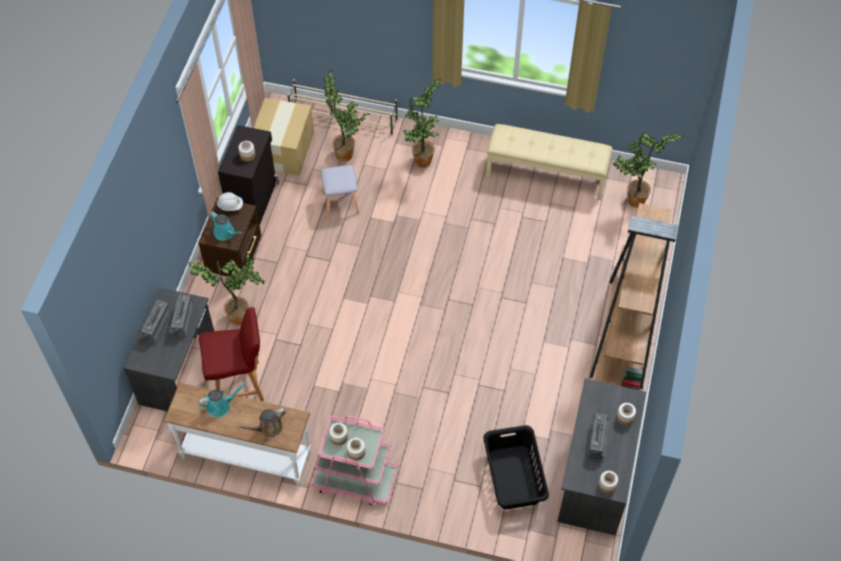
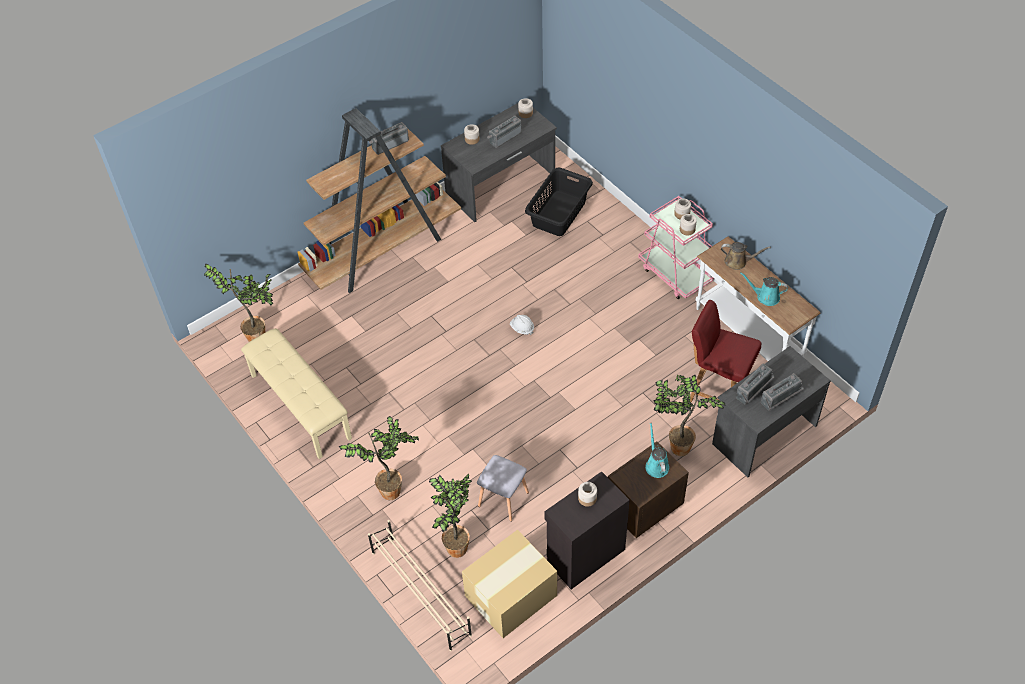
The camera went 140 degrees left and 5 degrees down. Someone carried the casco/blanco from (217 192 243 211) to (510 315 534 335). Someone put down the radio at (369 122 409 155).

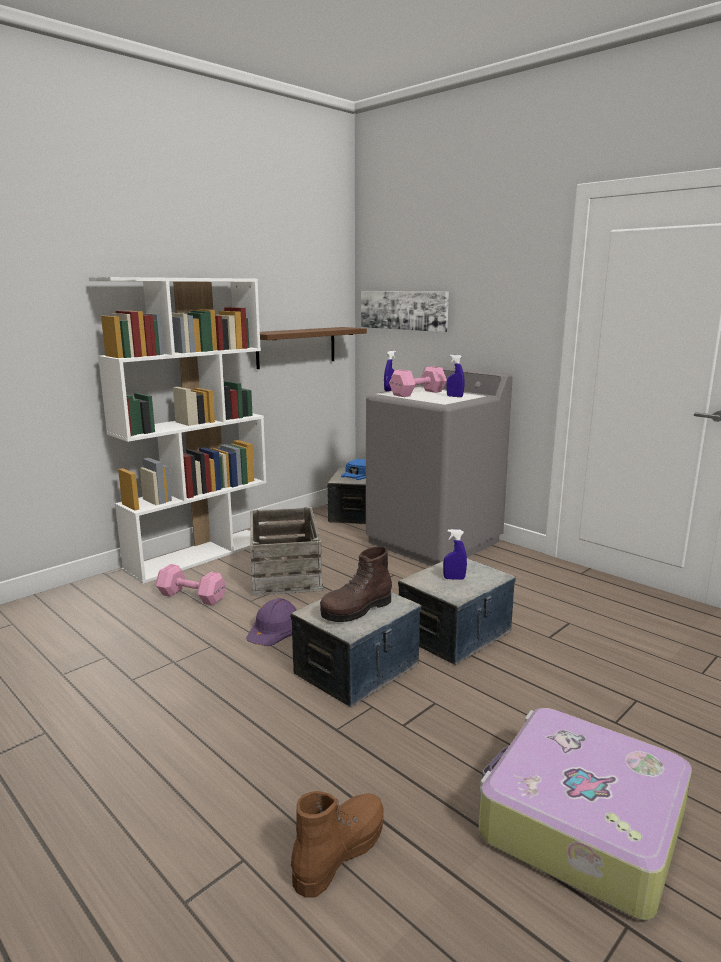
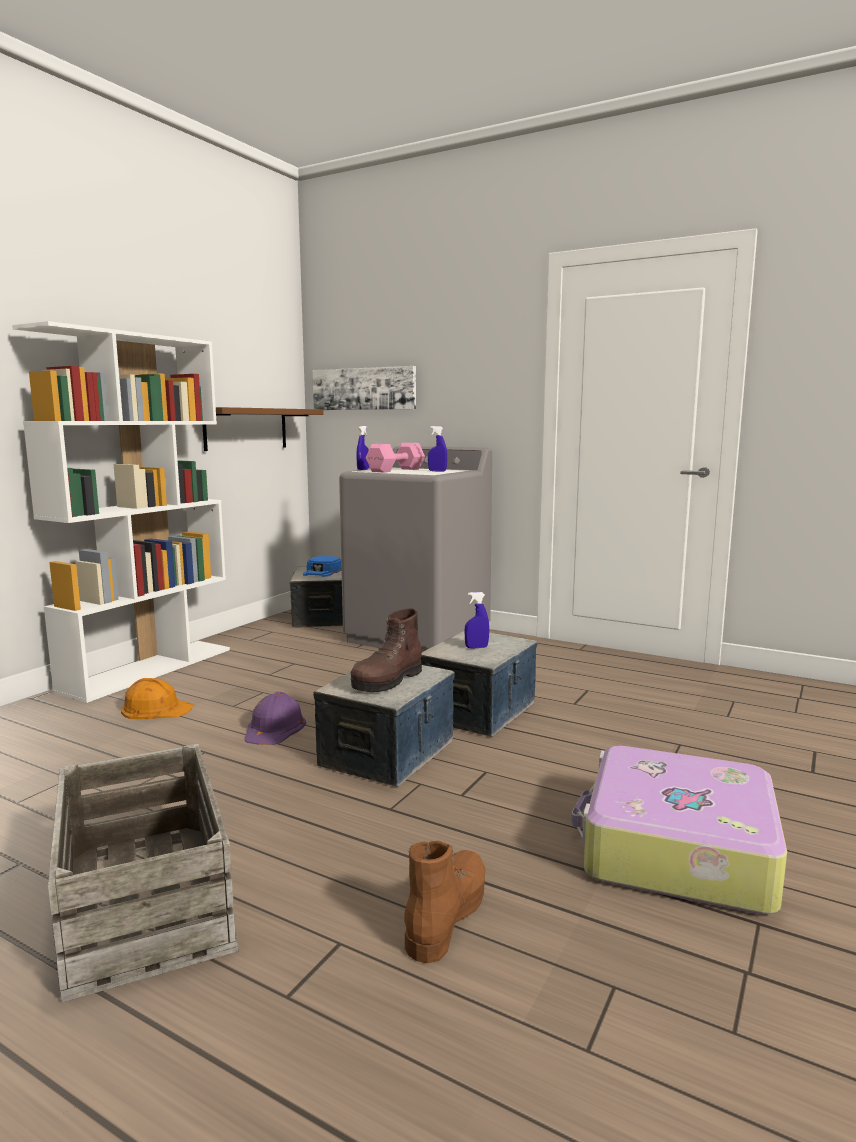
The camera went 15 degrees left and 5 degrees down. Someone carried the caja de embalaje from (250 507 323 596) to (48 744 239 1003). Someone swapped the mancuerna/rosa at (156 564 226 605) for the casco/naranja at (121 678 194 719).

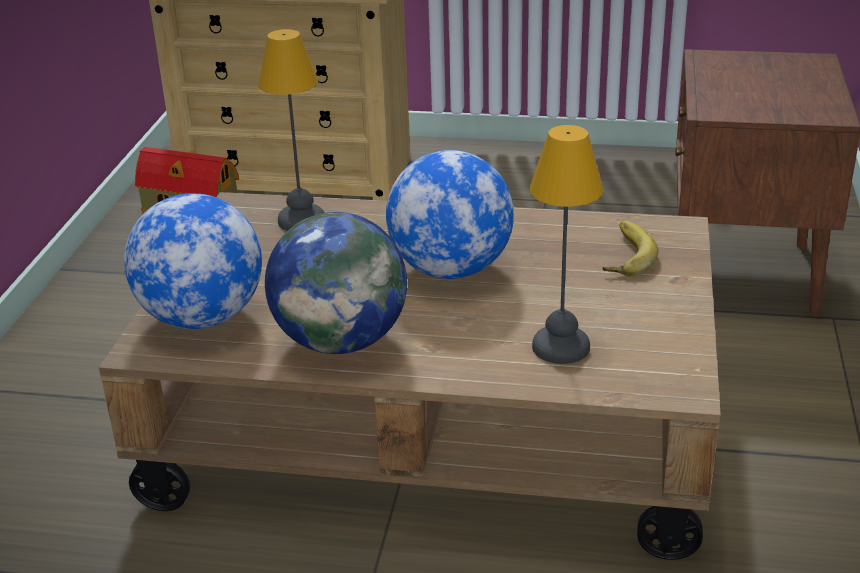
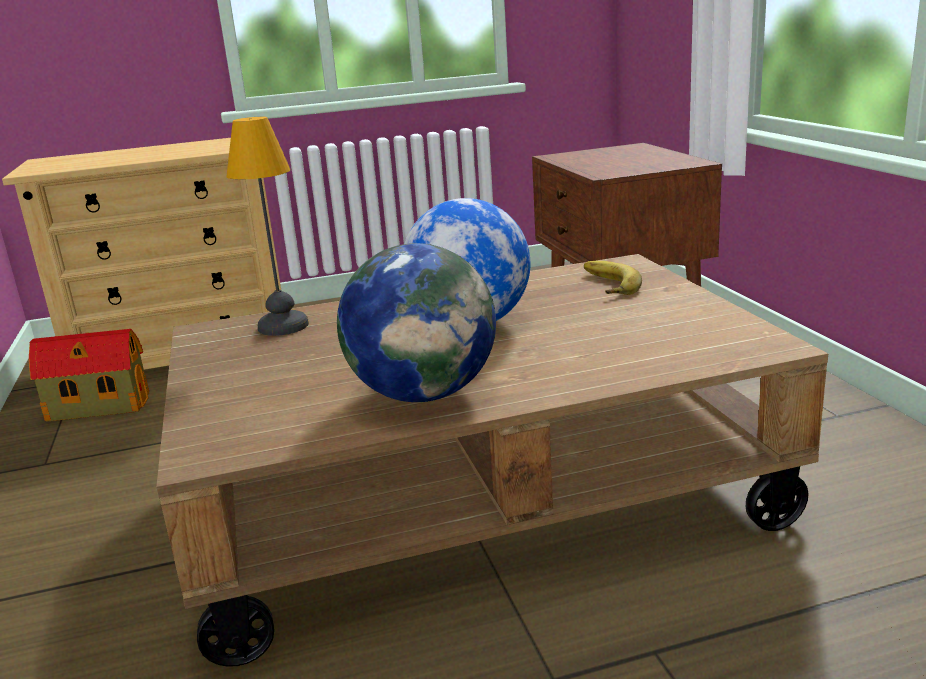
The camera went 25 degrees left and 10 degrees down. Someone took away the lámpara de mesa at (530 125 603 364). Someone took away the globo terráqueo at (124 193 262 329).

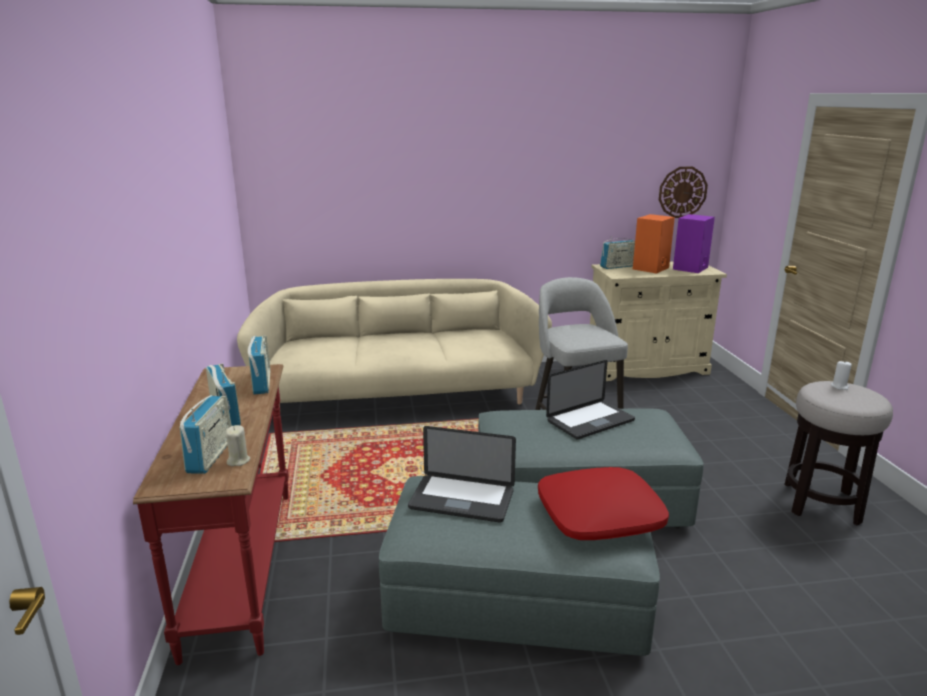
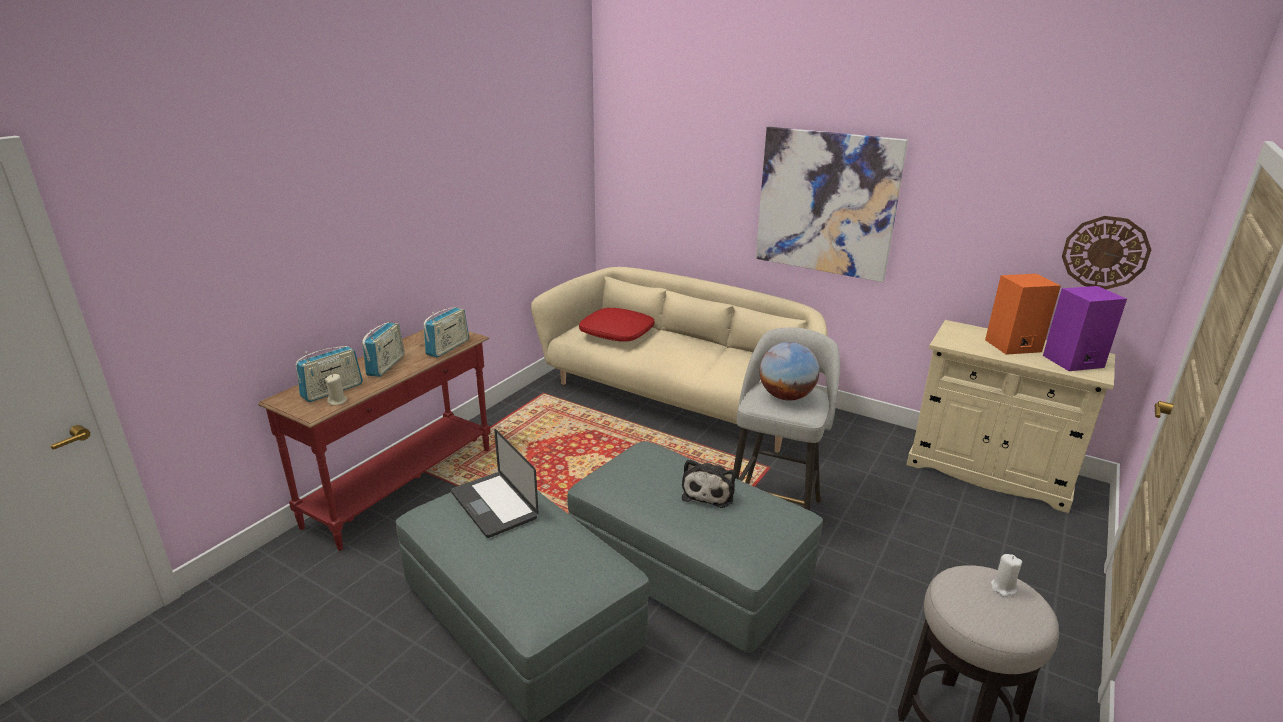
The camera went 40 degrees right and 5 degrees up. Someone took away the radio at (600 236 635 269). Someone swapped the portátil at (546 360 635 440) for the peluche at (682 459 736 508). Someone carried the cojín/rojo from (538 467 669 540) to (579 308 655 341). Someone put up the cuadro at (756 127 908 282). Someone put down the globo terráqueo at (759 342 820 401).

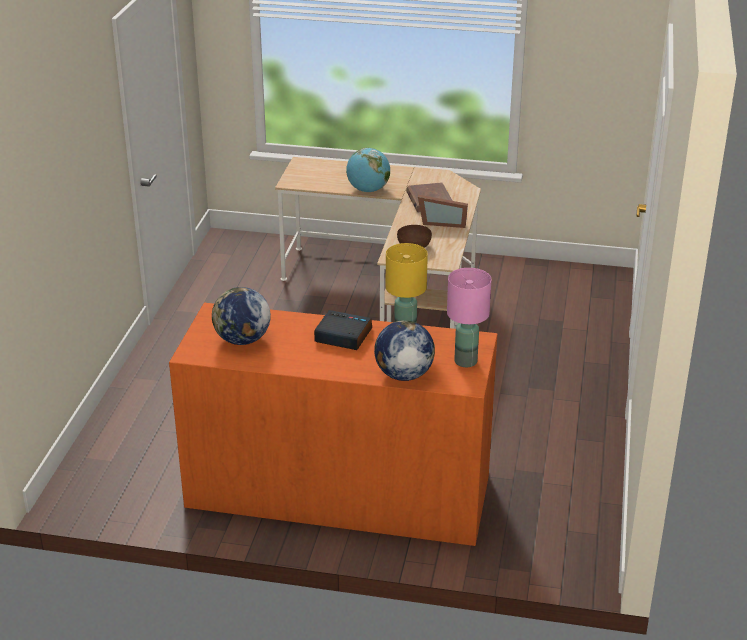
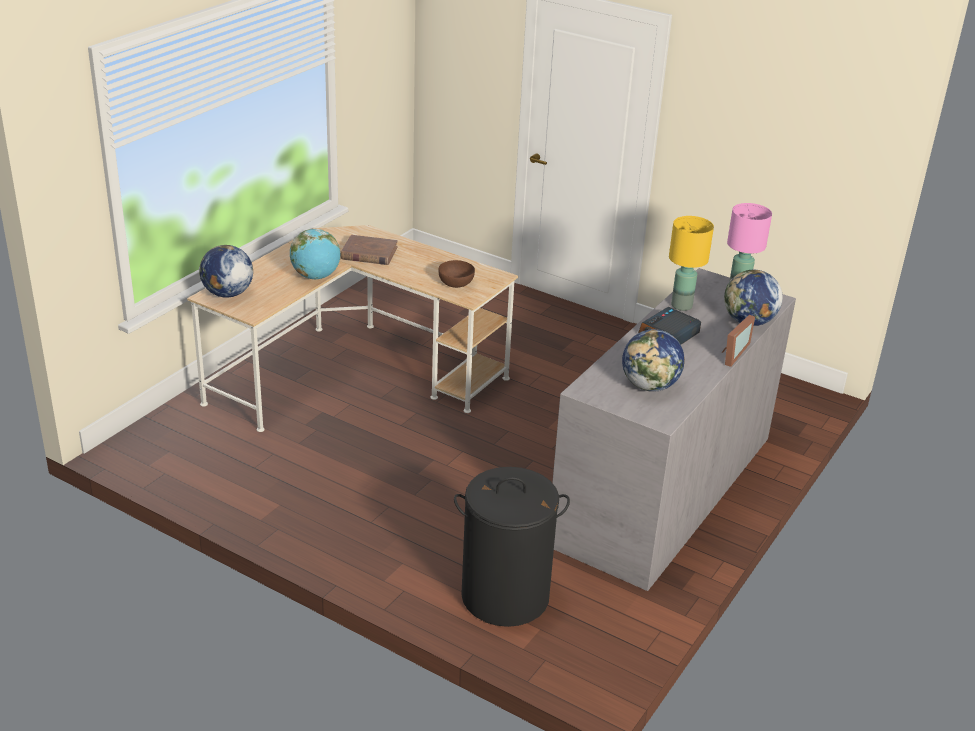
The camera went 70 degrees left and 0 degrees up. Someone carried the portarretratos from (418 195 468 228) to (722 315 755 367). Someone repainted the cómoda/naranja at (169 303 497 546), which became the cómoda/gris at (552 268 796 591). Someone put down the globo terráqueo at (199 245 253 298). Someone put down the cesto de la ropa/negro at (454 467 570 627).

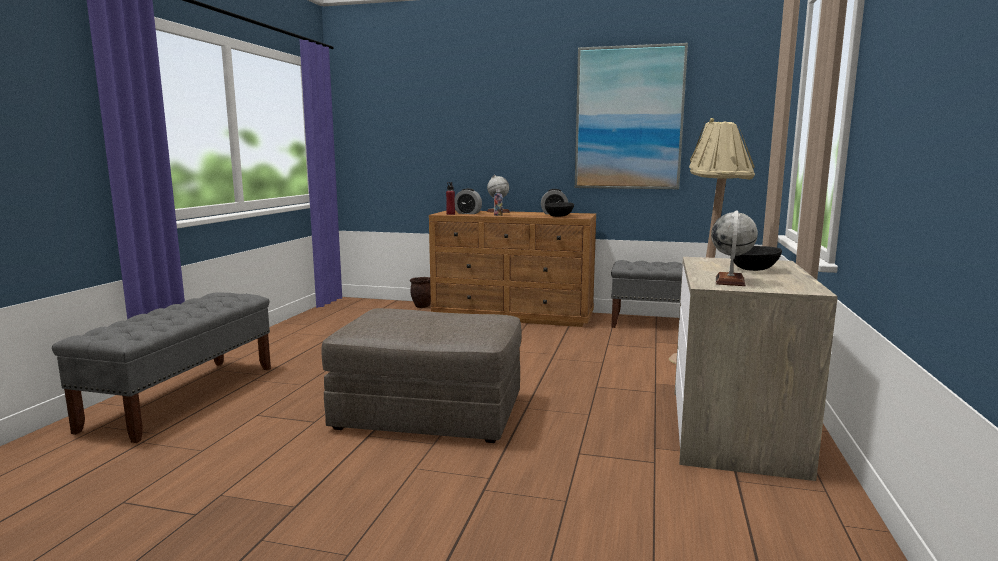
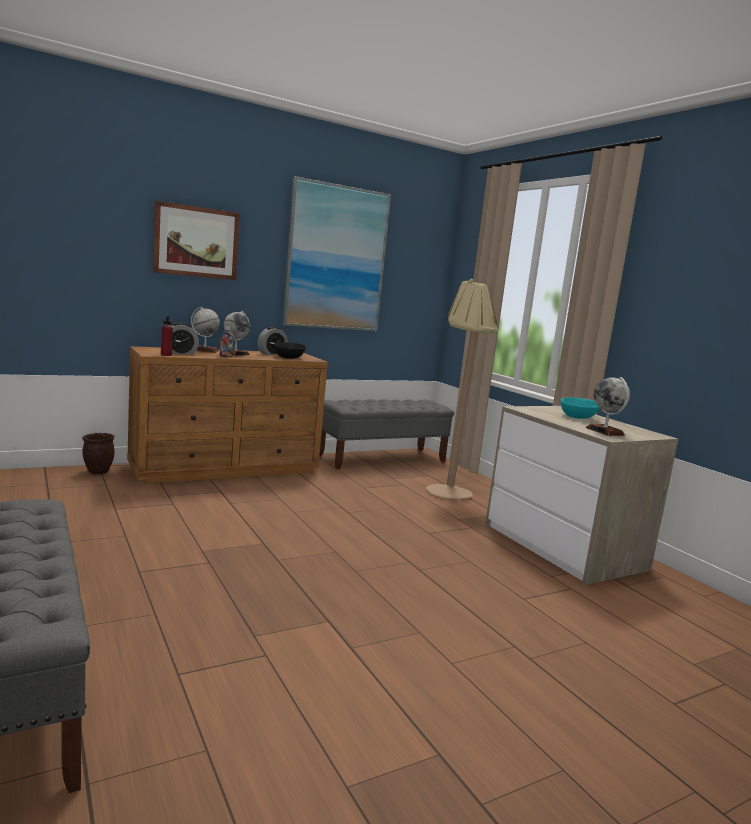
The camera went 45 degrees left and 0 degrees up. Someone repainted the cuenco/negro at (733 246 782 271), which became the cuenco/turquesa at (561 398 600 419). Someone took away the puf/gris at (321 308 522 443). Someone put up the cuadro at (153 201 240 280). Someone put down the globo terráqueo at (224 311 251 356).

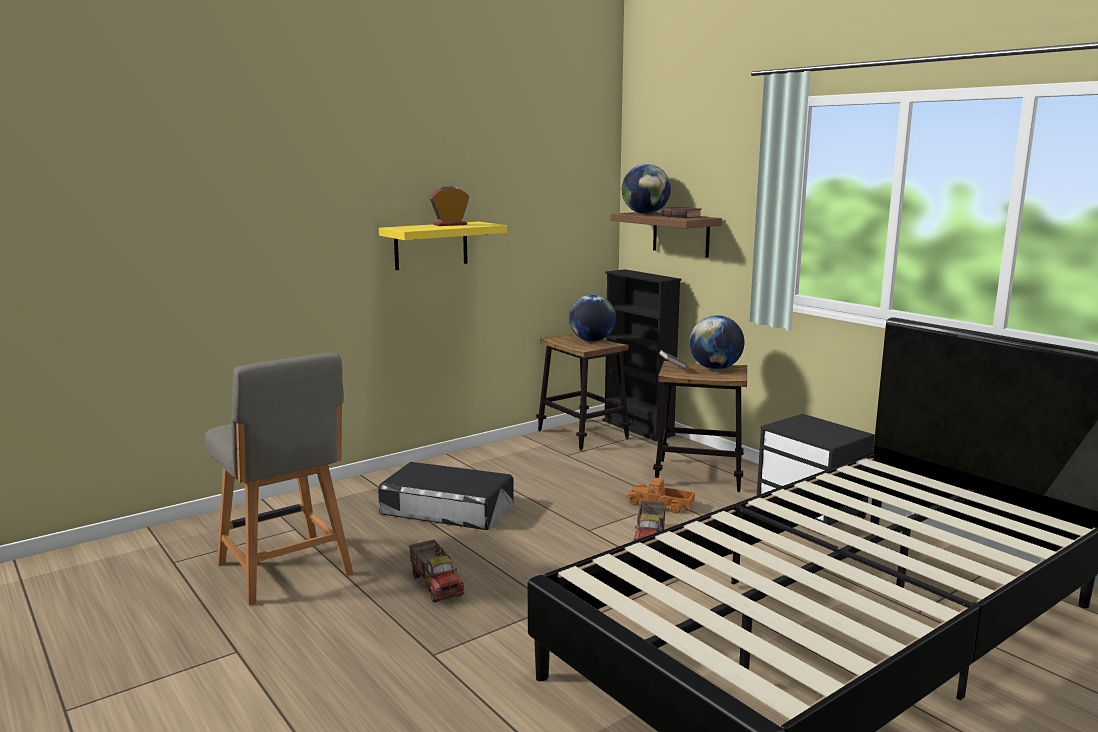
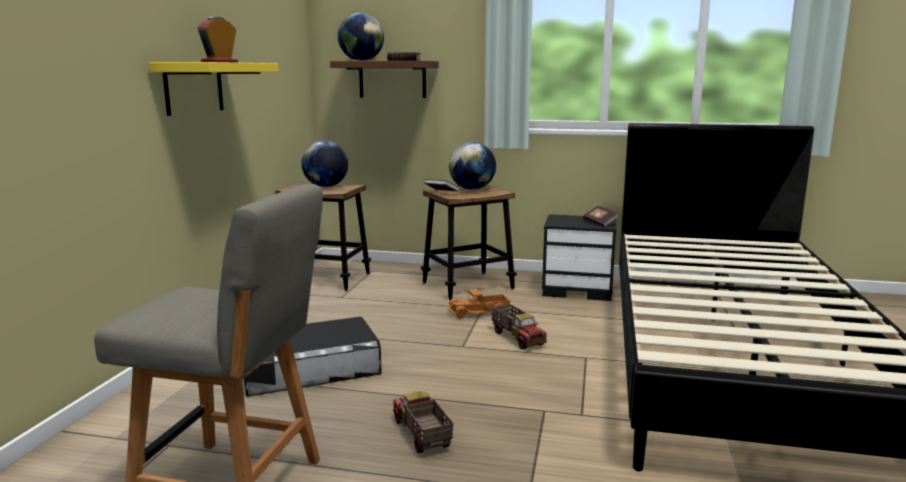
The camera went 40 degrees left and 0 degrees up. Someone took away the estantería/negro at (603 269 681 441). Someone rotated the camión de juguete at (409 540 465 603) by 135 degrees counterclockwise. Someone put down the libro at (583 206 619 227).

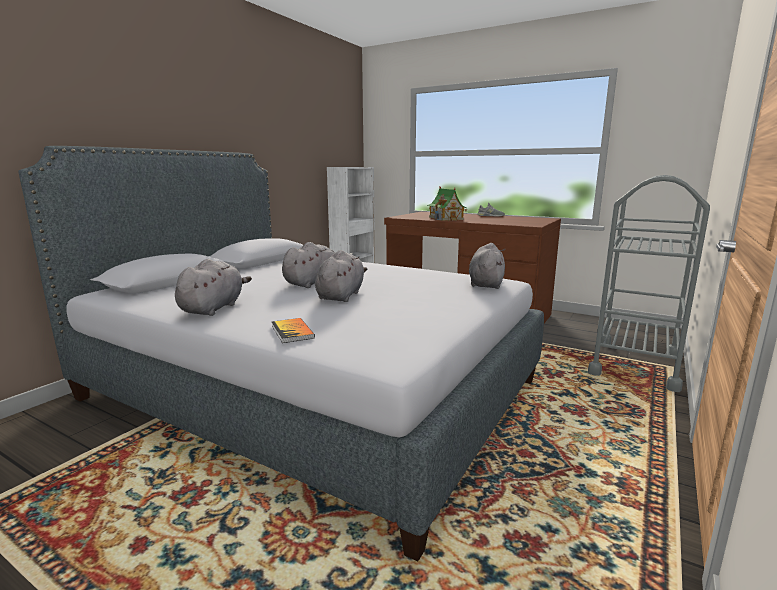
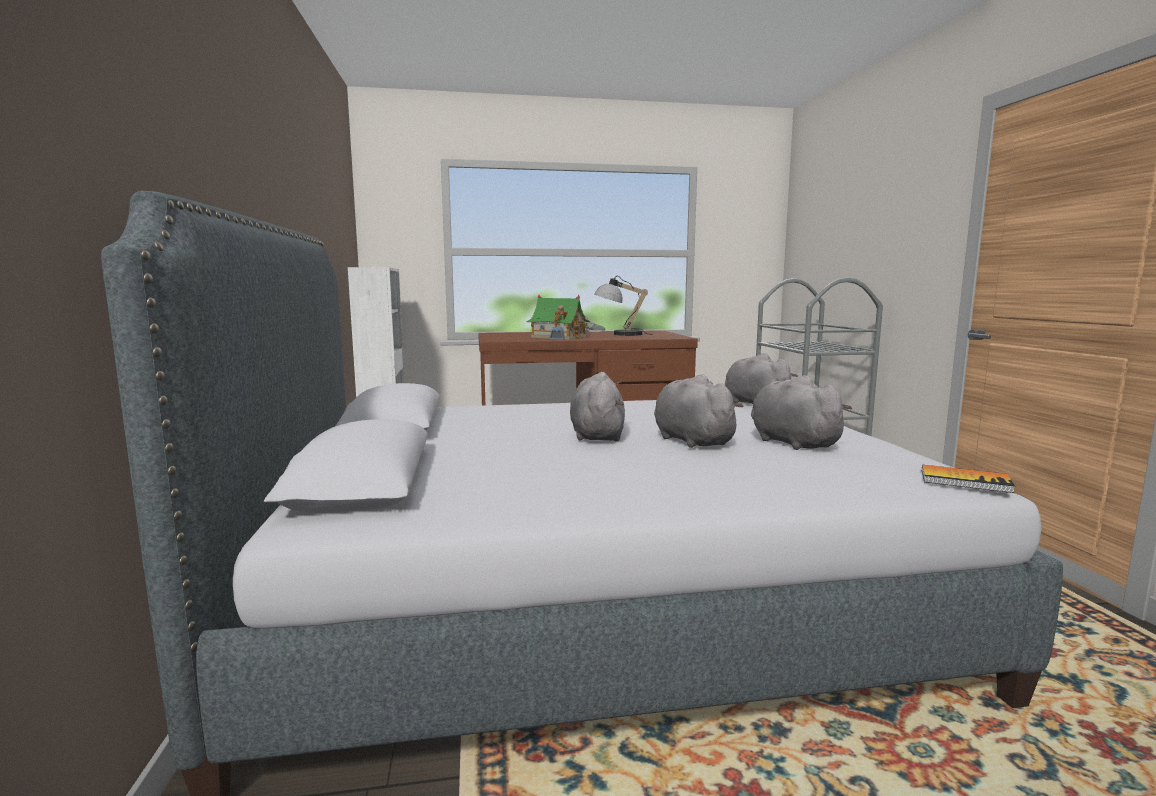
The camera went 40 degrees left and 5 degrees down. Someone carried the peluche/gris from (175 259 252 316) to (751 375 852 450). Someone carried the libro from (272 318 315 343) to (922 465 1015 493). Someone put down the lámpara de mesa at (594 276 648 336).

